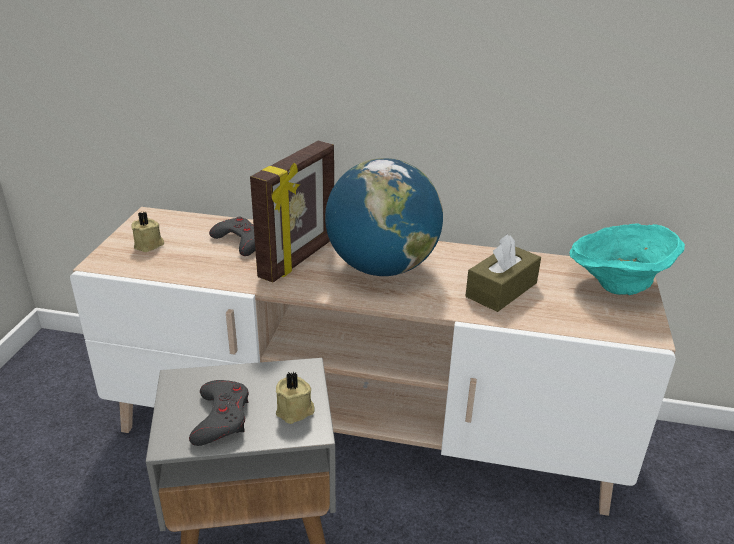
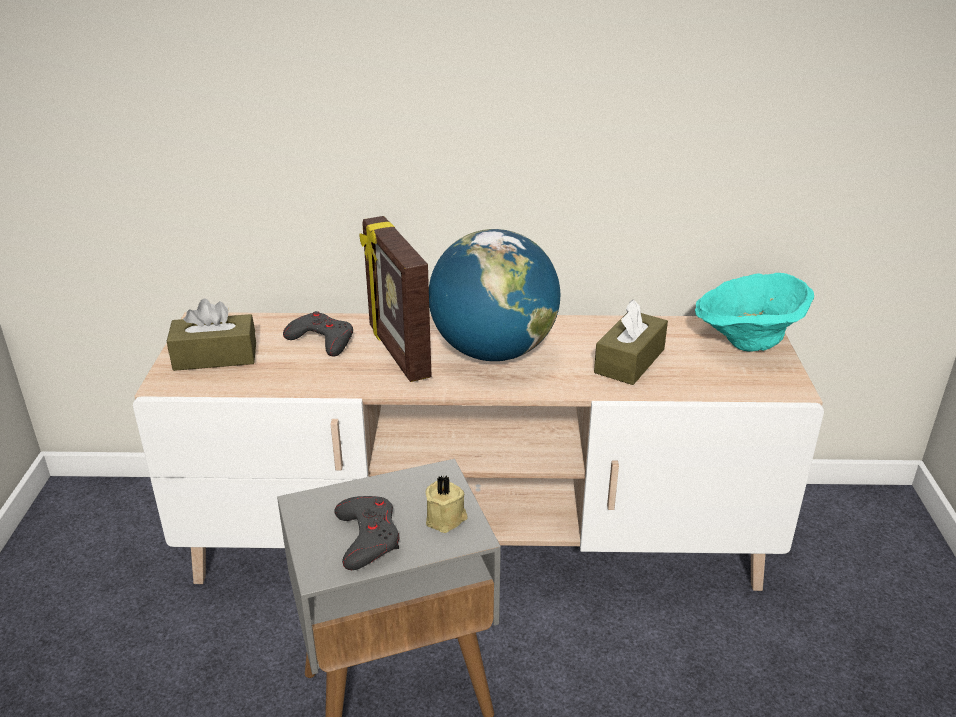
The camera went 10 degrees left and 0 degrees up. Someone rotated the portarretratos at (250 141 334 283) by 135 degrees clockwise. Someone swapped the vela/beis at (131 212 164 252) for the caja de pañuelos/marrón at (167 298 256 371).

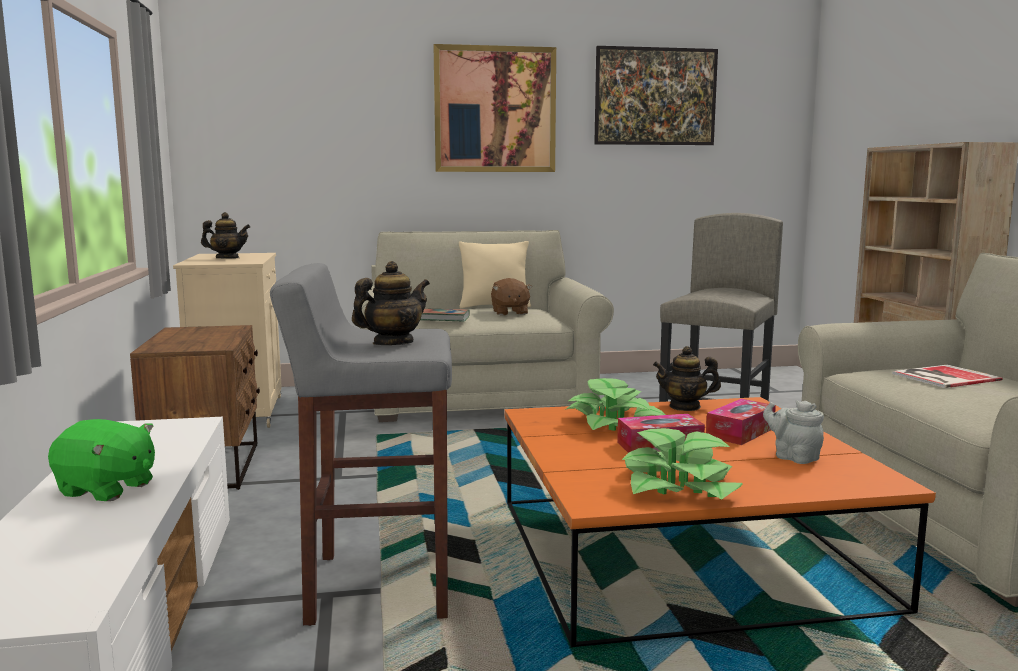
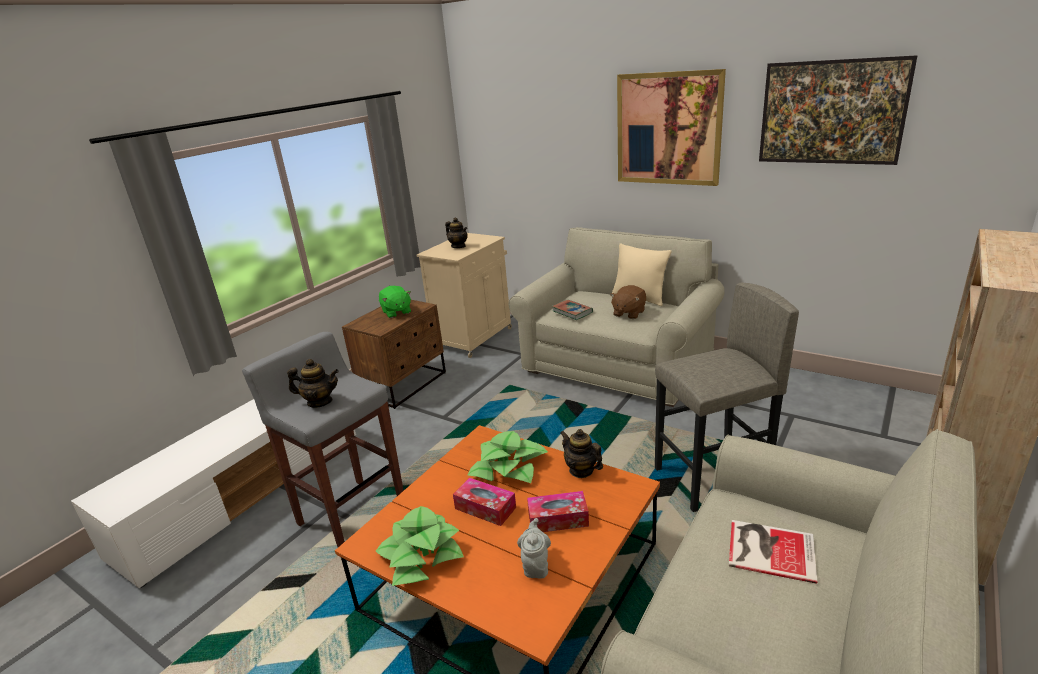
The camera went 45 degrees right and 15 degrees up. Someone carried the peluche/verde from (48 419 155 501) to (379 286 411 318).

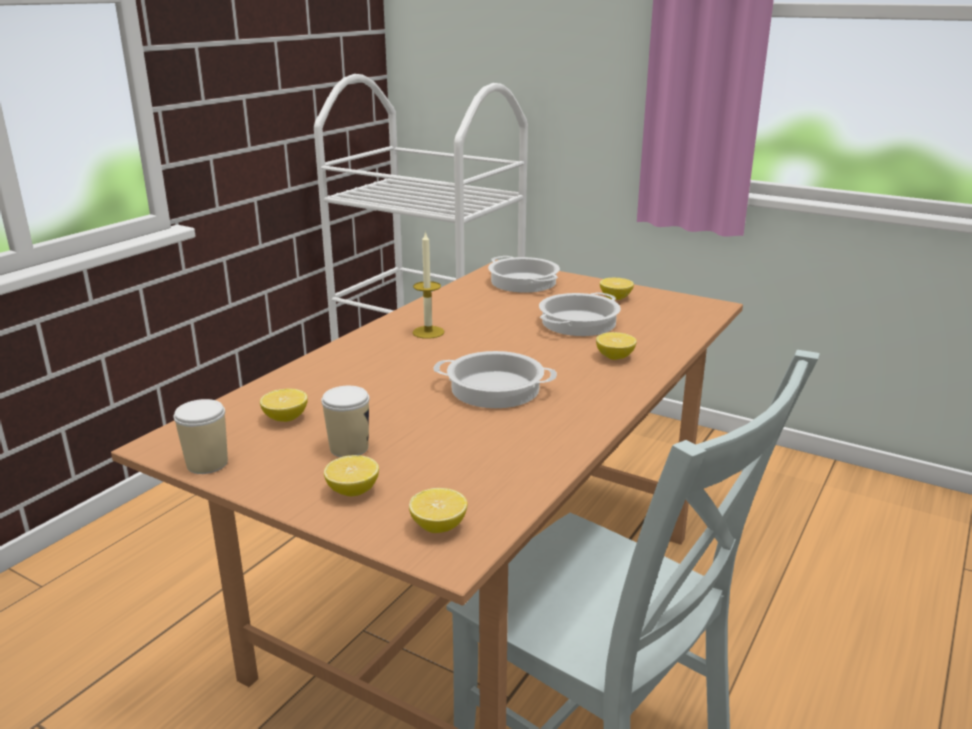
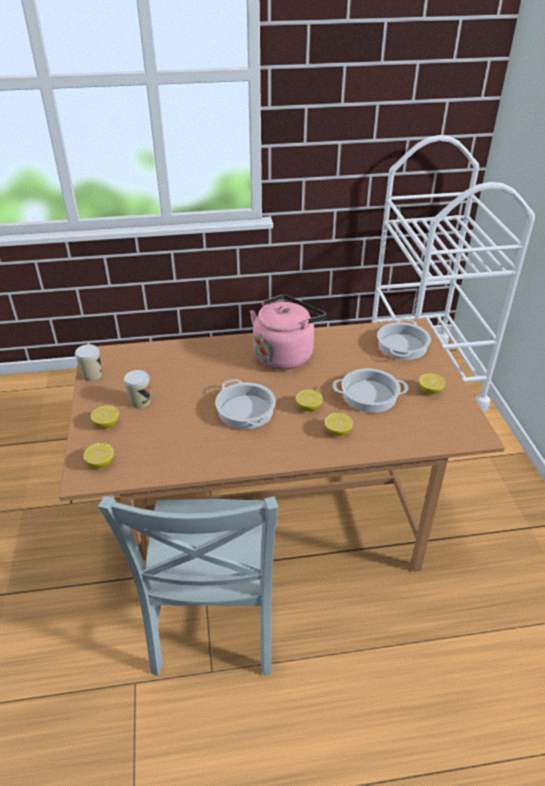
The camera went 50 degrees right and 15 degrees up. Someone swapped the vela at (412 231 444 339) for the hervidor/rosa at (250 295 326 370). Someone carried the limón from (260 389 308 422) to (296 389 323 411).

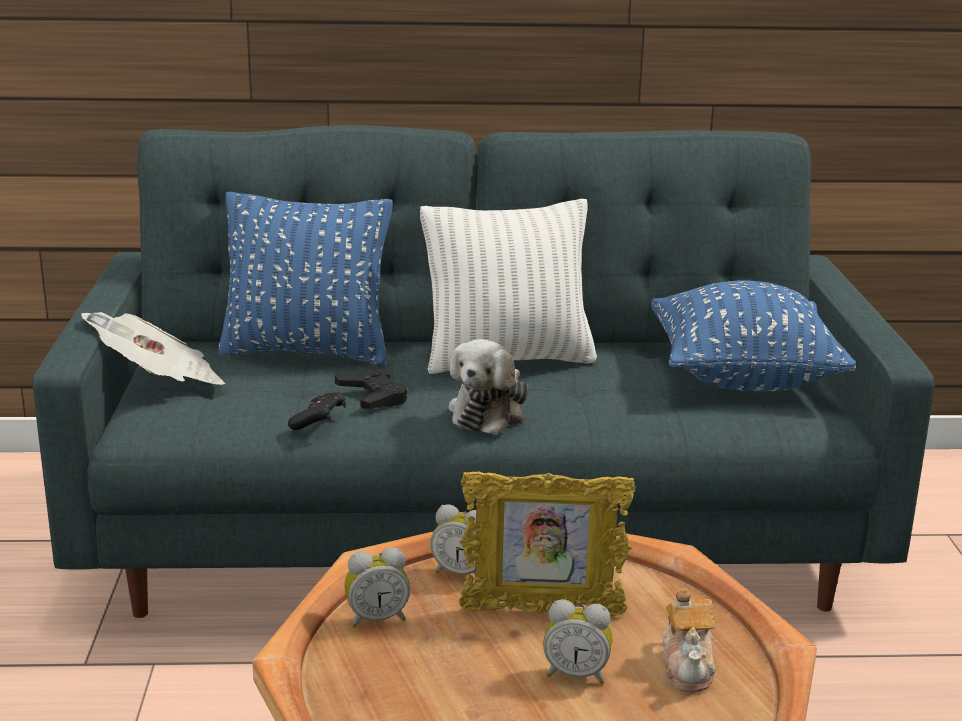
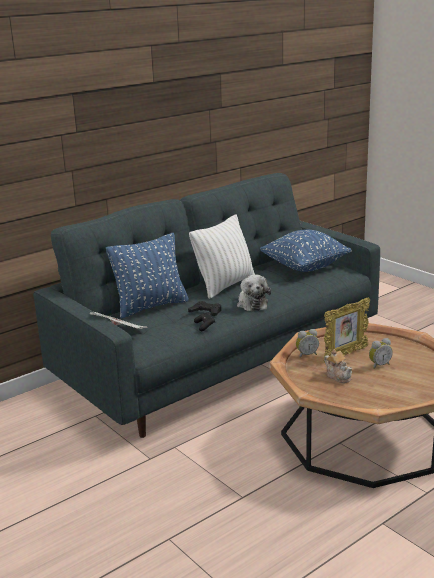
The camera went 35 degrees left and 0 degrees up. Someone took away the despertador at (344 547 410 628). Someone carried the tetera from (662 588 716 692) to (324 349 352 383).

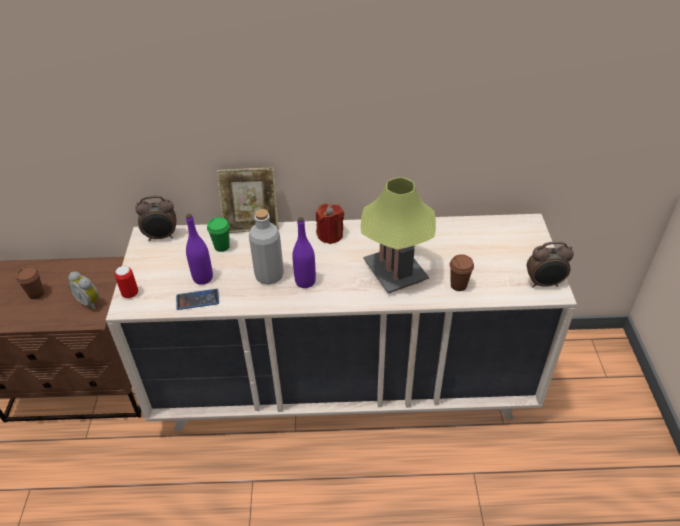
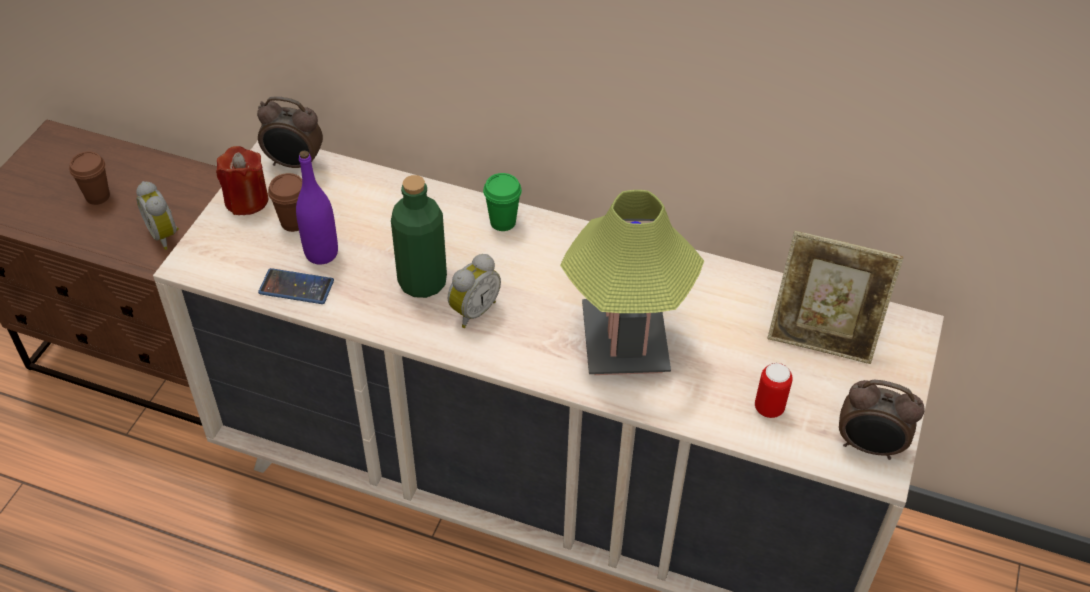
The camera went 20 degrees right and 5 degrees up. Someone carried the portarretratos from (216 167 279 233) to (767 231 904 364). Someone carried the vela/rojo from (316 204 344 244) to (216 146 269 215). Someone repainted the botella/gris at (249 209 284 285), which became the botella/verde at (391 175 447 298). Someone carried the taza/verde from (207 217 230 252) to (483 173 522 231). Someone swapped the botella/morado at (292 217 316 288) for the despertador at (448 254 501 328). Someone carried the taza/marrón from (450 254 474 291) to (268 173 302 232). Someone carried the lata from (115 266 138 298) to (755 363 793 418).

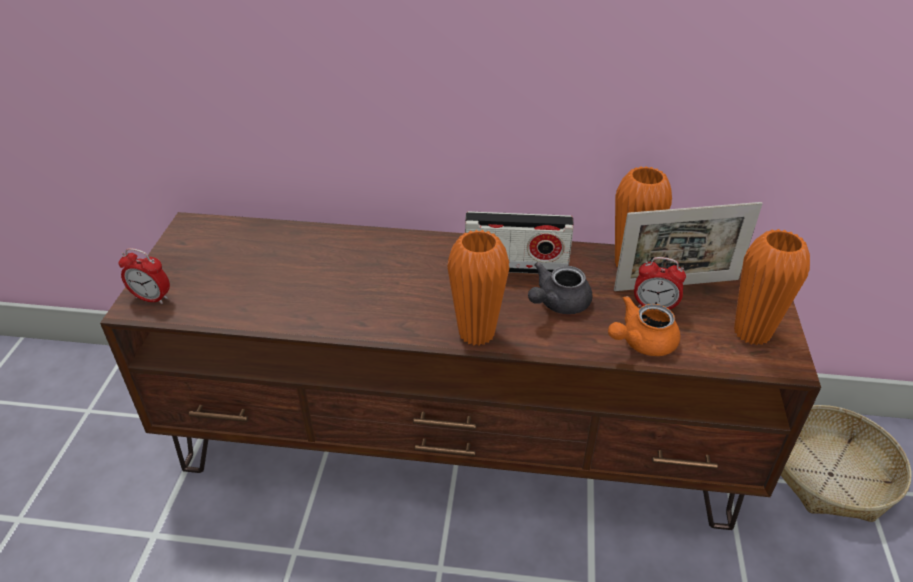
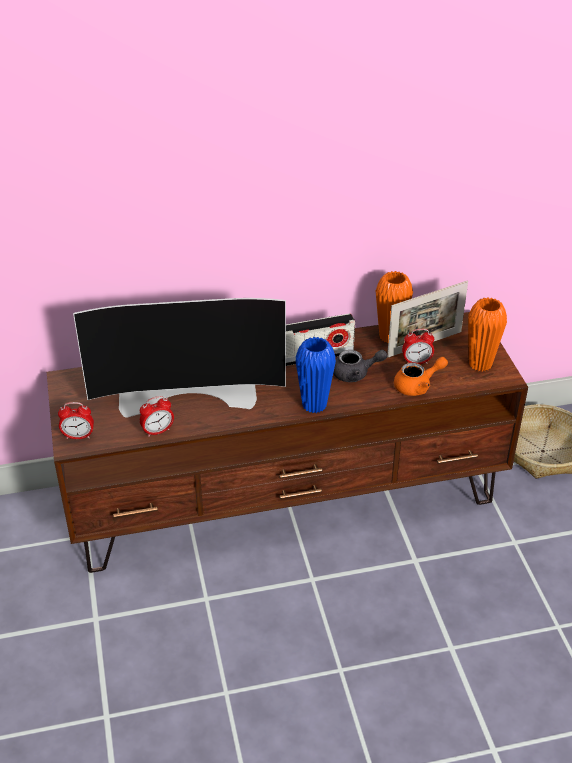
The camera went 20 degrees left and 0 degrees up. Someone repainted the florero/naranja at (447 230 509 346), which became the florero/azul at (296 337 336 413). Someone rotated the tetera/gris at (528 262 592 314) by 120 degrees counterclockwise. Someone rotated the tetera/naranja at (608 296 680 356) by 150 degrees counterclockwise. Someone put down the televisor at (73 298 286 418). Someone put down the despertador at (140 396 174 437).

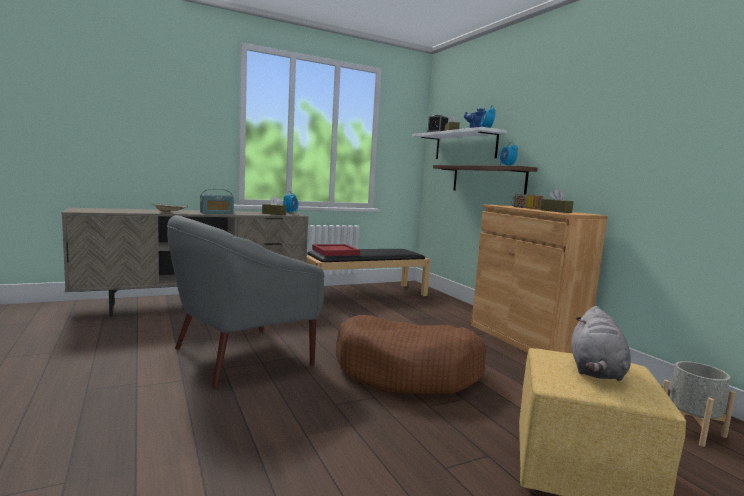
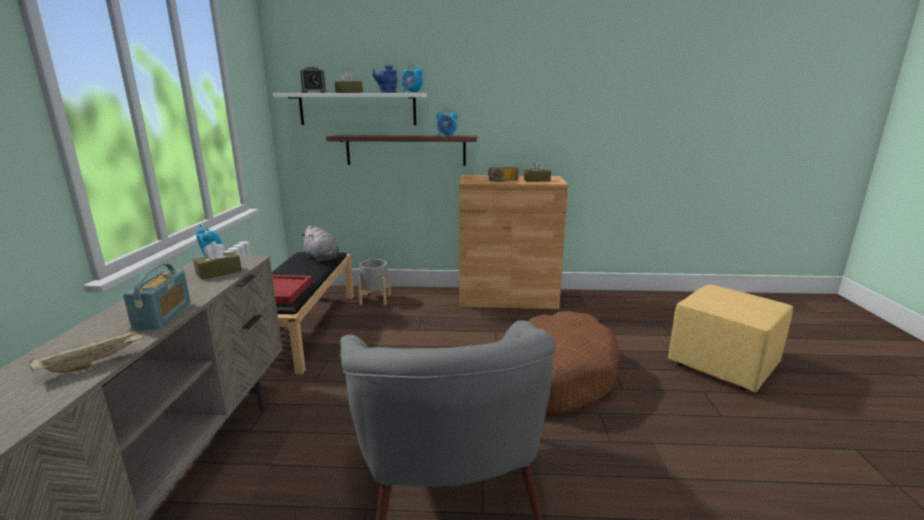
The camera went 60 degrees left and 10 degrees up. Someone carried the peluche/gris from (571 306 631 381) to (301 226 339 262). Someone carried the maceta/gris from (663 361 736 447) to (357 259 391 305).

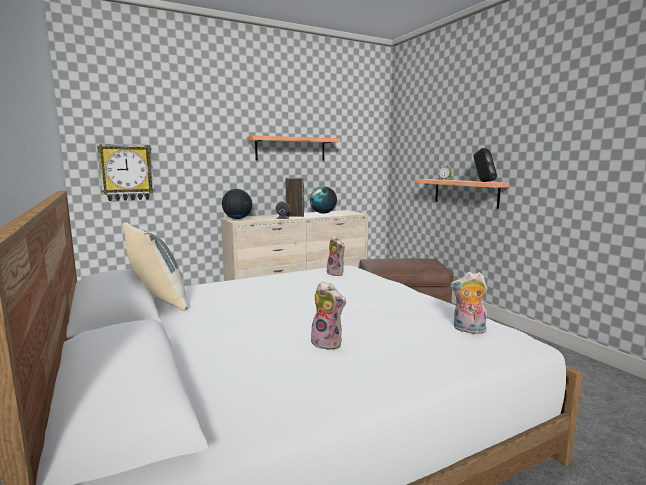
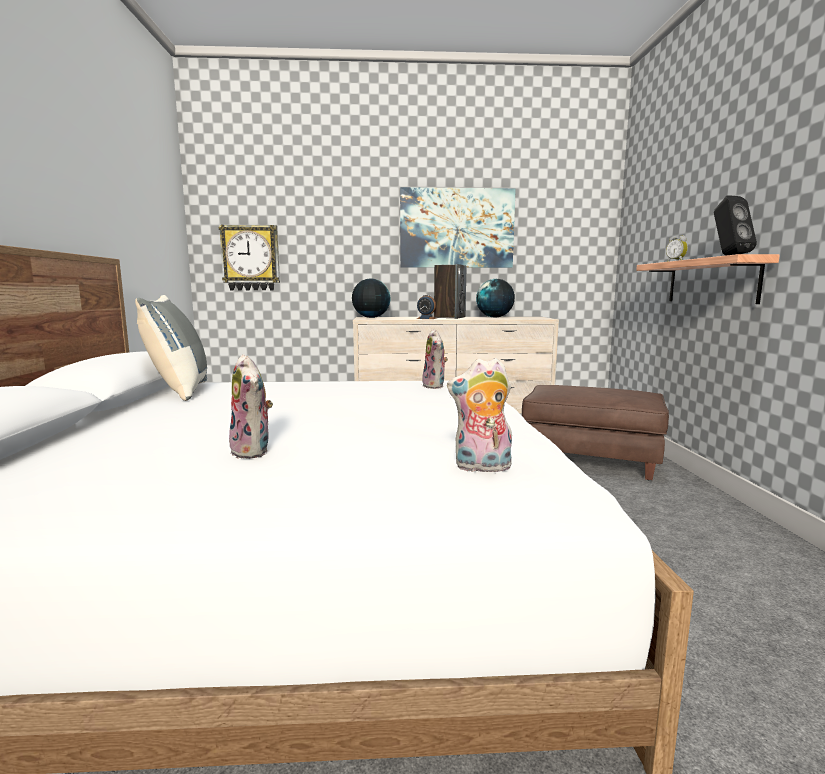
The camera went 25 degrees right and 0 degrees up. Someone swapped the estante at (247 135 340 161) for the cuadro at (400 187 516 268). Someone rotated the peluche at (451 272 487 334) by 45 degrees counterclockwise.

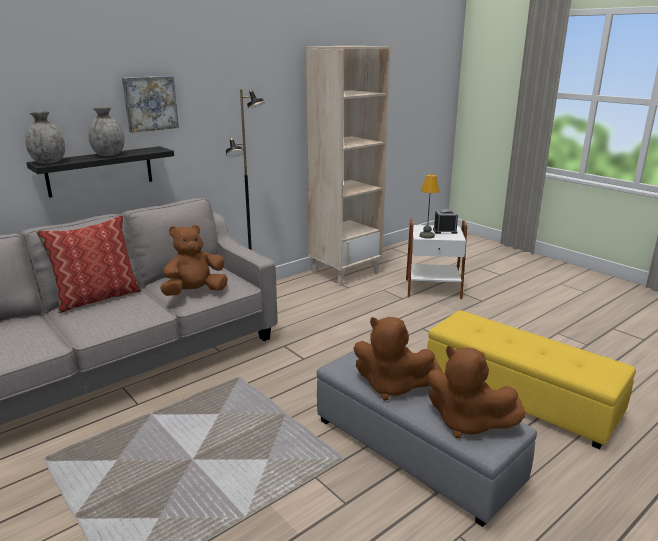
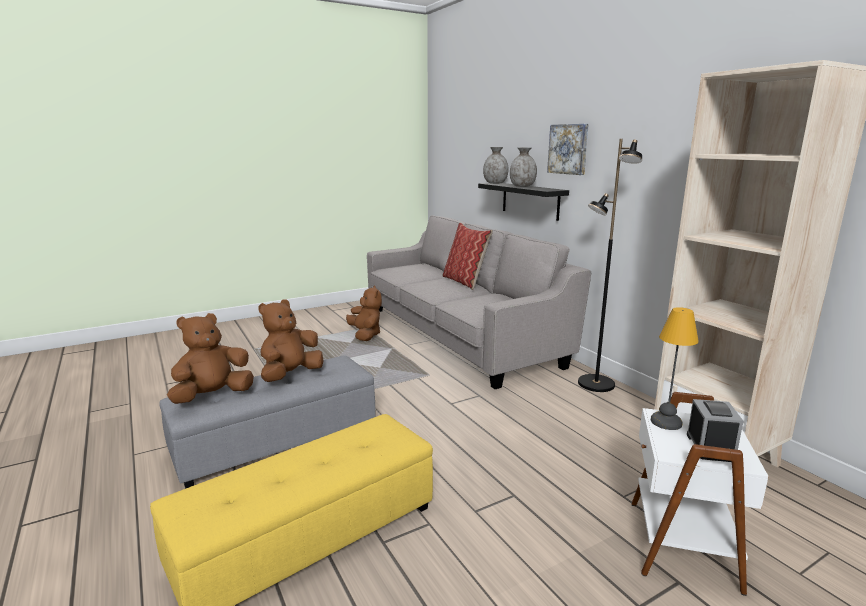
The camera went 100 degrees right and 5 degrees down. Someone carried the peluche/marrón from (160 225 228 296) to (346 285 382 341).

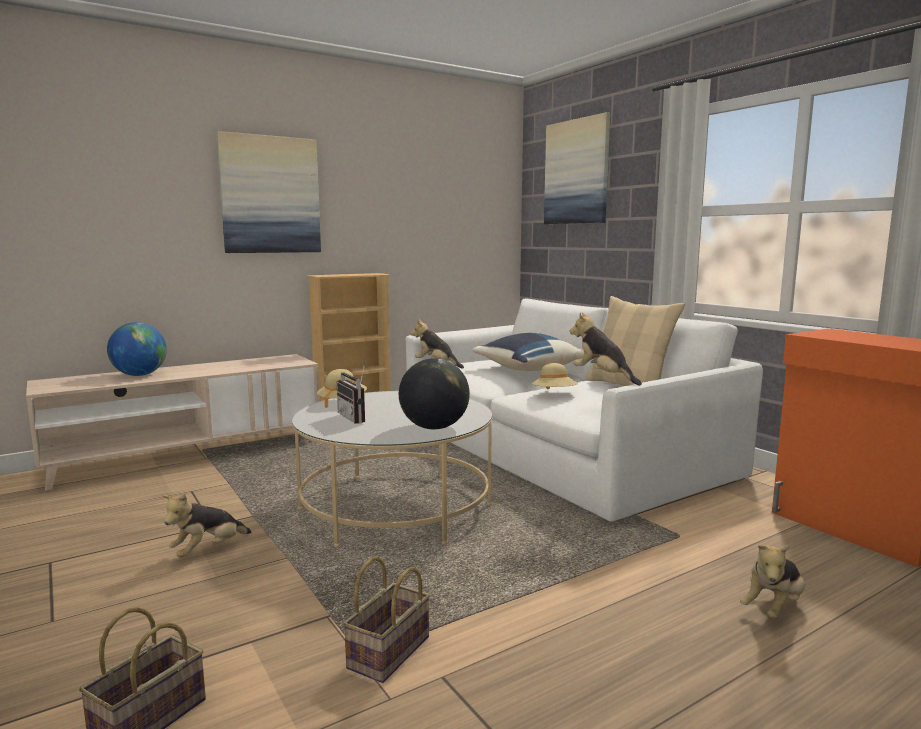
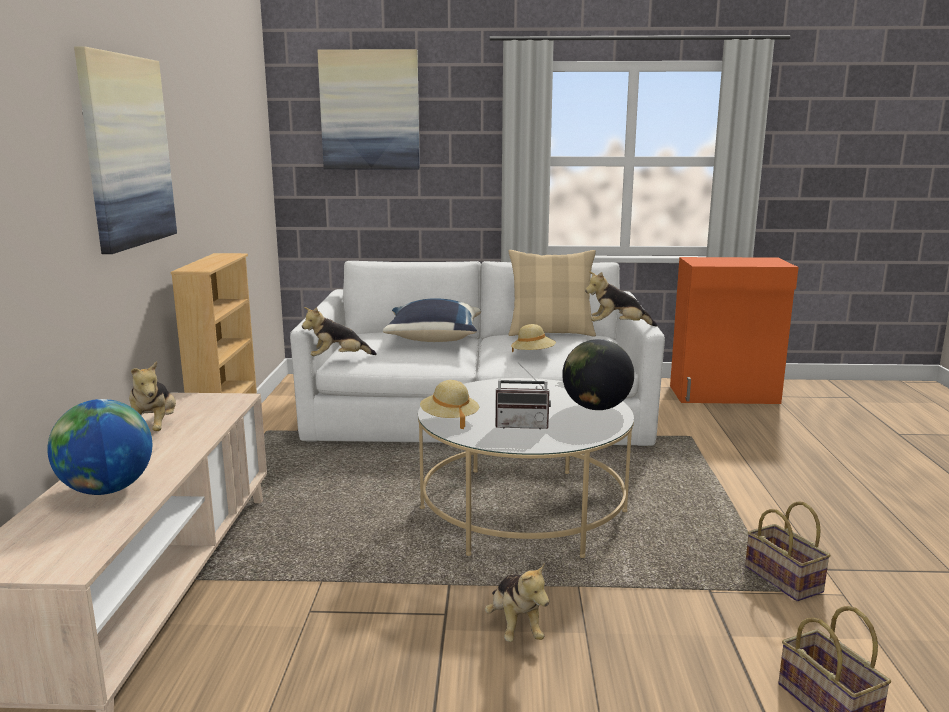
The camera went 55 degrees left and 5 degrees up. Someone carried the peluche from (740 544 805 619) to (129 361 176 431).

